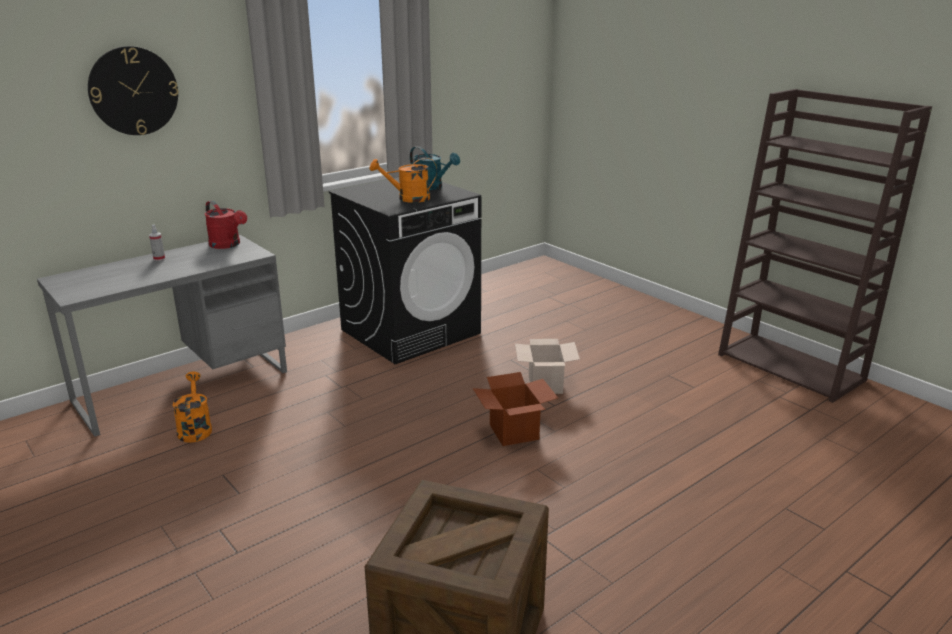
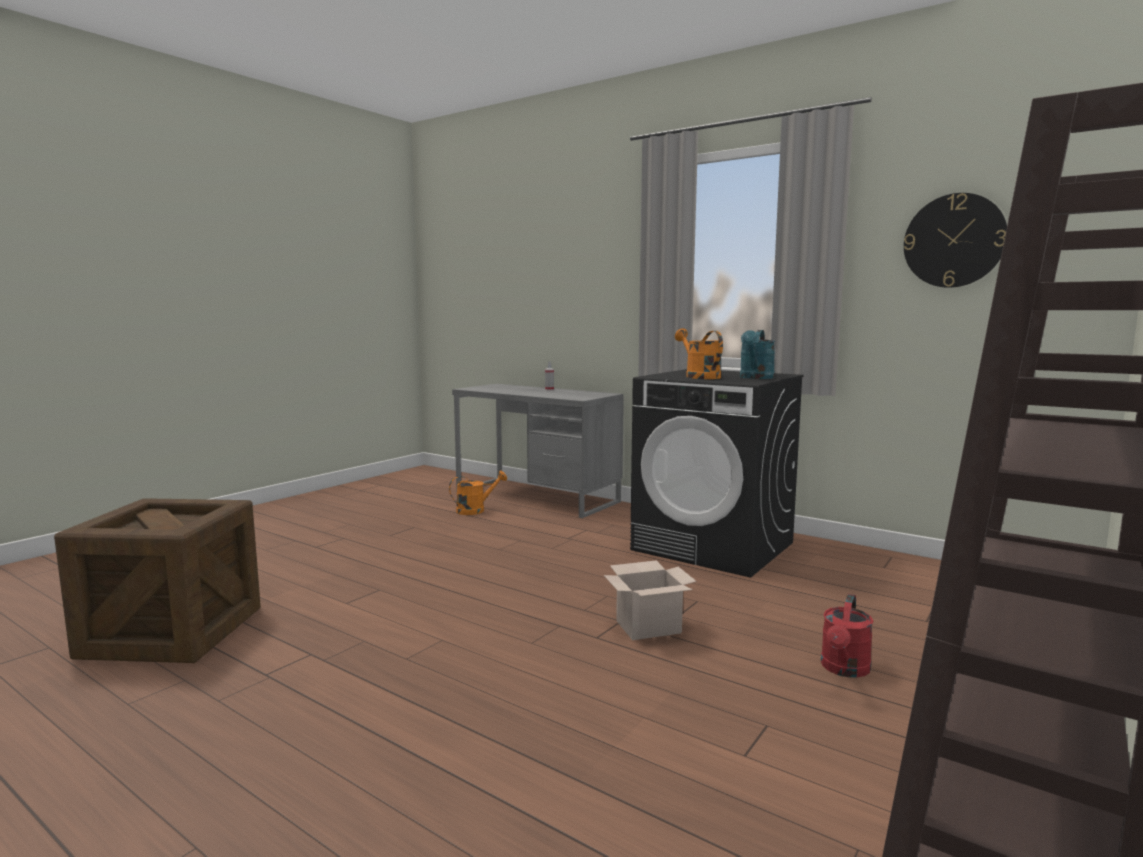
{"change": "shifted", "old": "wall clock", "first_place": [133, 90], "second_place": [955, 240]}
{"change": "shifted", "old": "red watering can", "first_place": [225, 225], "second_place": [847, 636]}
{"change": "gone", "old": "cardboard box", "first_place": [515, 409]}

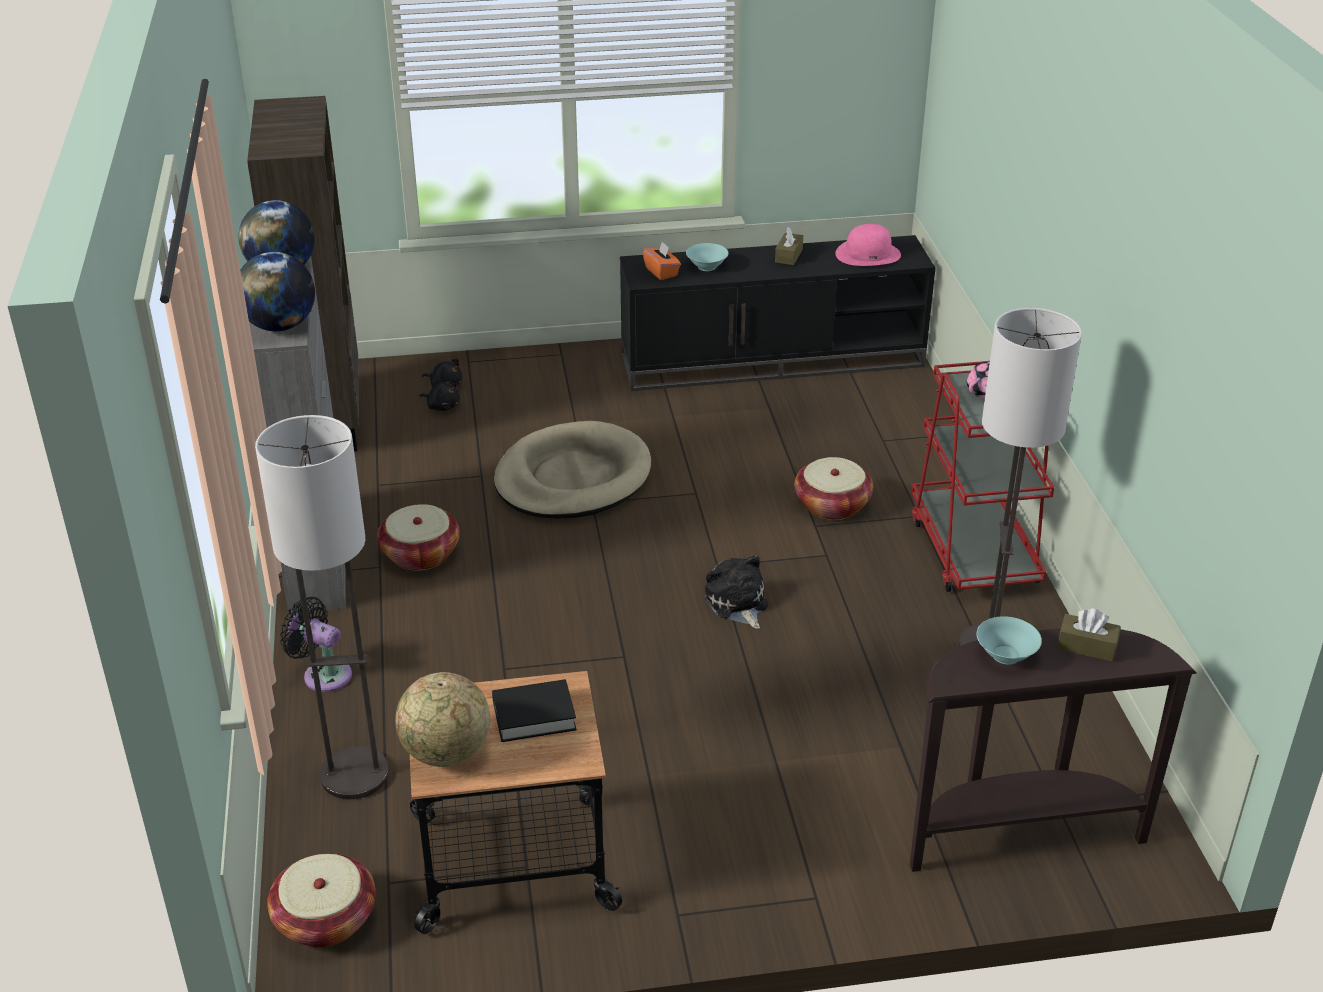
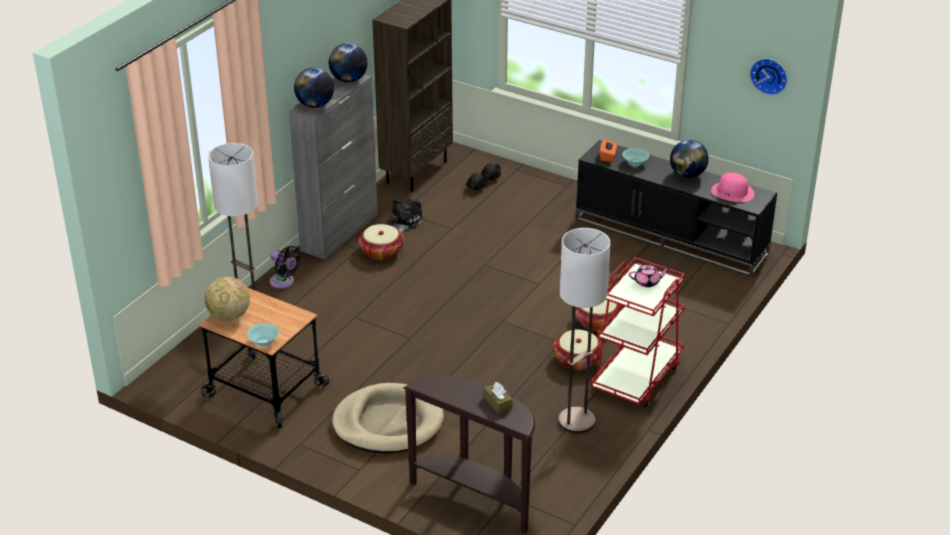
{"change": "swapped", "old": "brown tissue box", "new": "globe", "first_place": [789, 246], "second_place": [689, 159]}
{"change": "shifted", "old": "beige dog bed", "first_place": [572, 470], "second_place": [388, 418]}
{"change": "shifted", "old": "plush toy", "first_place": [736, 592], "second_place": [406, 215]}
{"change": "rotated", "old": "black fan", "first_place": [316, 644], "second_place": [285, 267], "degrees": 150}
{"change": "shifted", "old": "turquoise bowl", "first_place": [1009, 640], "second_place": [263, 335]}
{"change": "gone", "old": "black book", "first_place": [534, 710]}
{"change": "shifted", "old": "basket", "first_place": [321, 900], "second_place": [578, 349]}
{"change": "new", "new": "wall clock", "second_place": [769, 77]}

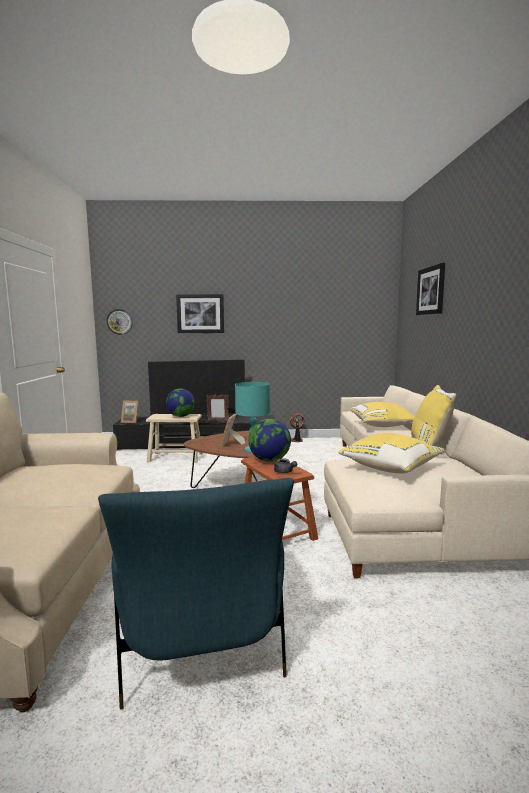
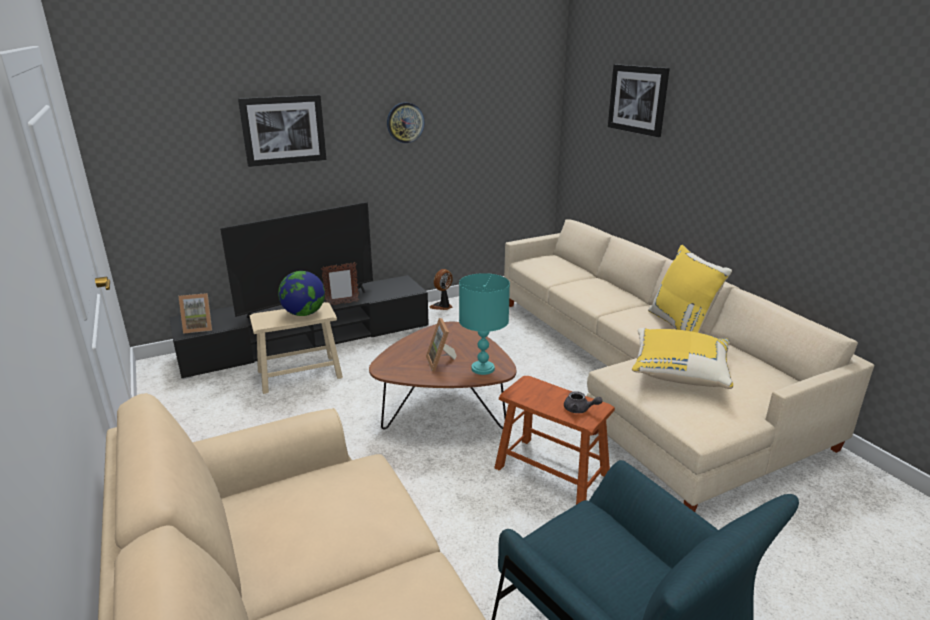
{"change": "shifted", "old": "wall clock", "first_place": [119, 322], "second_place": [406, 122]}
{"change": "gone", "old": "yellow pillow", "first_place": [383, 414]}
{"change": "gone", "old": "globe", "first_place": [269, 440]}

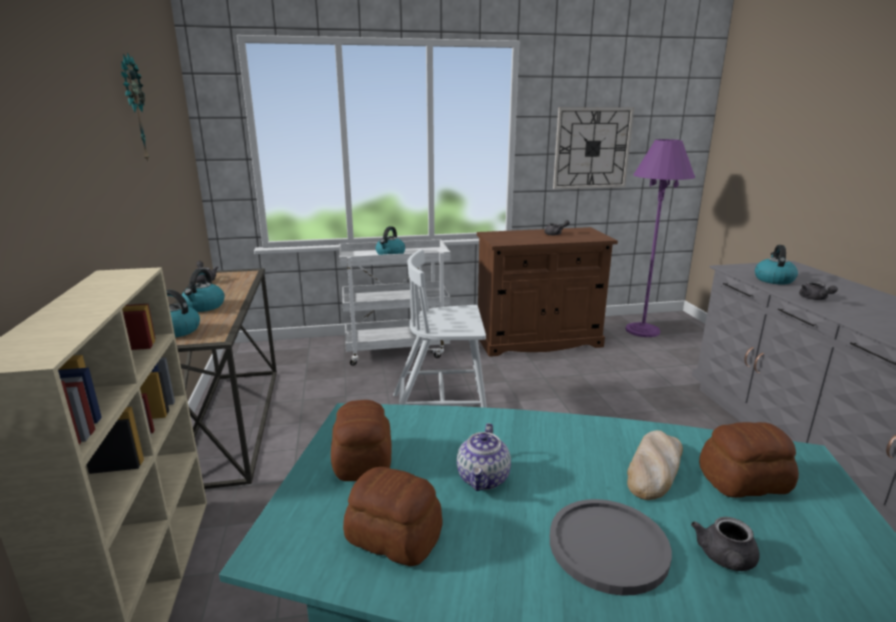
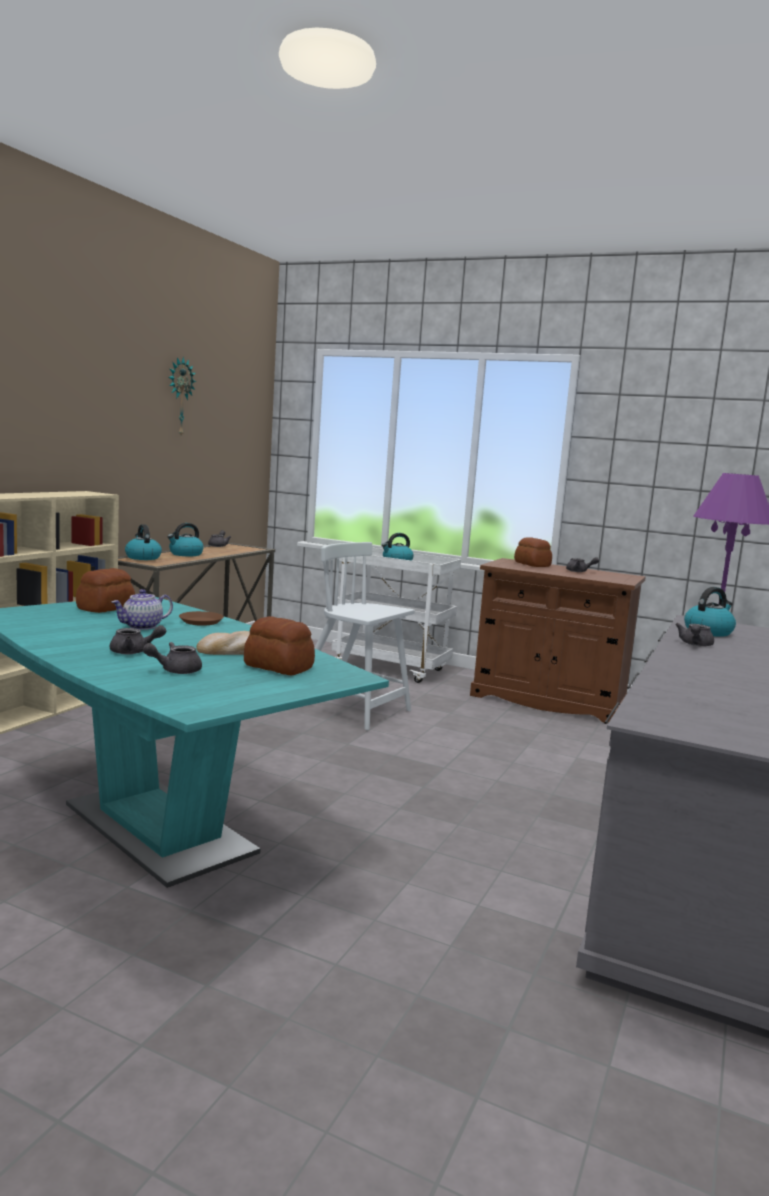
{"change": "gone", "old": "wall clock", "first_place": [593, 148]}
{"change": "shifted", "old": "bread", "first_place": [393, 516], "second_place": [533, 552]}
{"change": "swapped", "old": "grey plate", "new": "grey teapot", "first_place": [611, 547], "second_place": [137, 639]}
{"change": "new", "new": "brown plate", "second_place": [201, 618]}

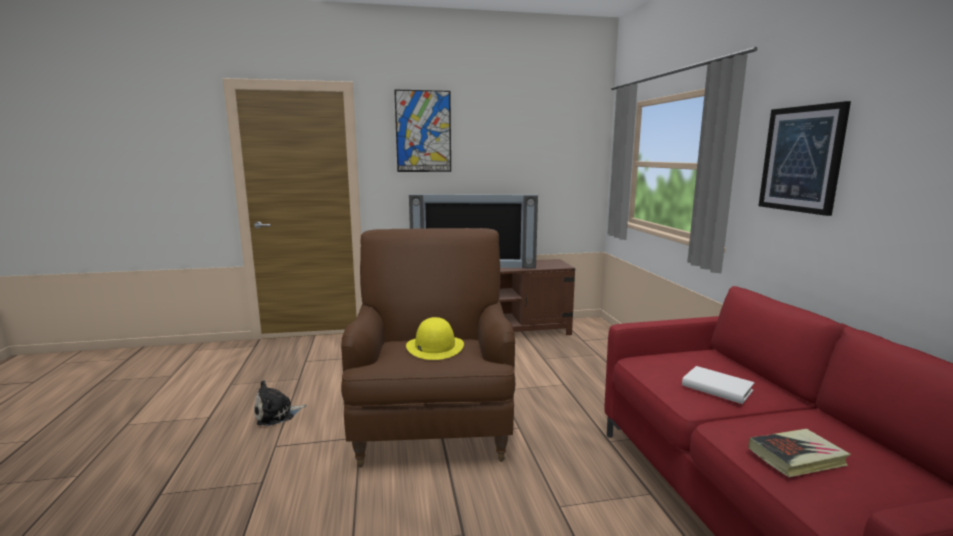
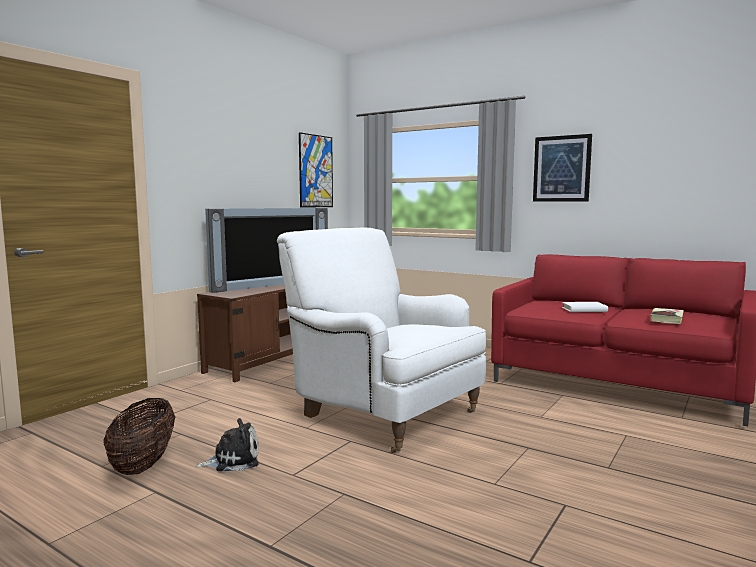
{"change": "shifted", "old": "picture", "first_place": [422, 130], "second_place": [316, 170]}
{"change": "repainted", "old": "brown armchair", "new": "white armchair", "first_place": [428, 347], "second_place": [382, 340]}
{"change": "gone", "old": "yellow hat", "first_place": [435, 338]}
{"change": "rotated", "old": "plush toy", "first_place": [280, 403], "second_place": [227, 444], "degrees": -120}
{"change": "new", "new": "basket", "second_place": [139, 436]}

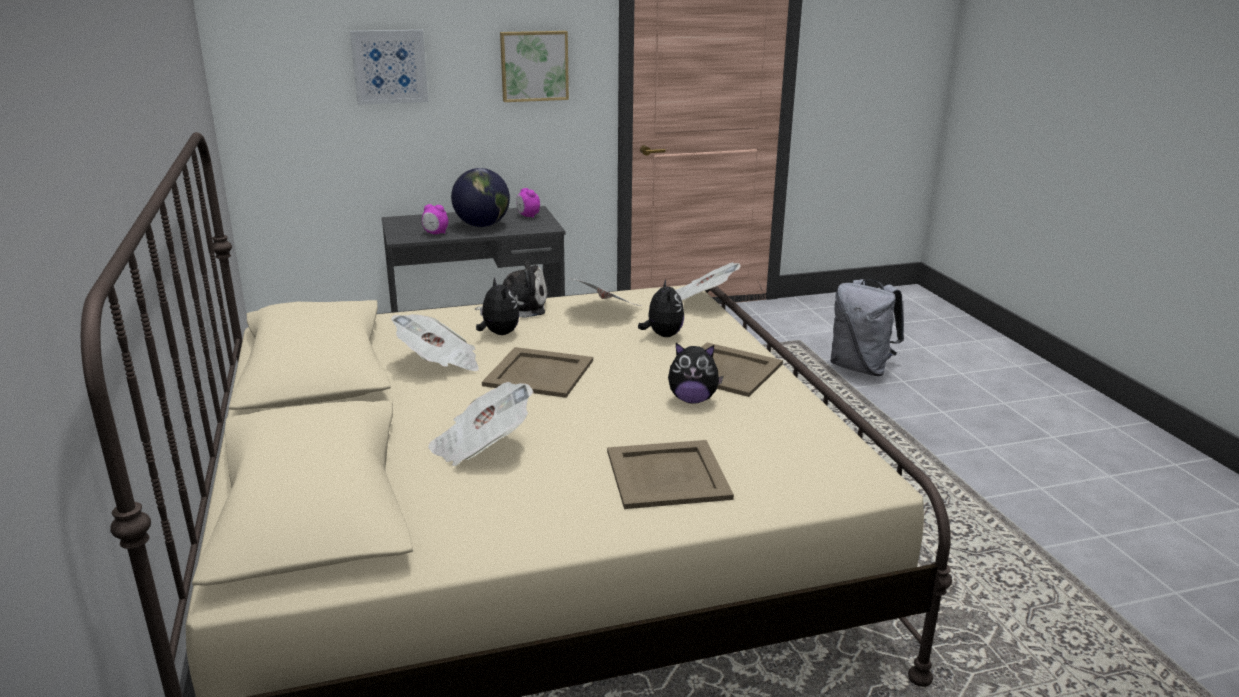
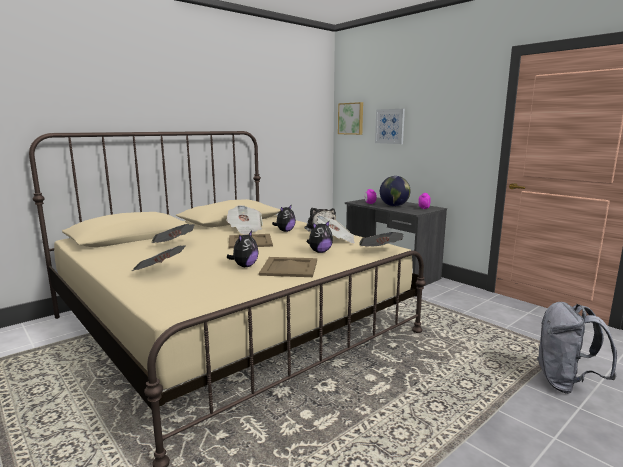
{"change": "shifted", "old": "picture", "first_place": [534, 66], "second_place": [350, 118]}
{"change": "rotated", "old": "plush toy", "first_place": [695, 373], "second_place": [242, 249], "degrees": -135}
{"change": "swapped", "old": "beige tray", "new": "newspaper", "first_place": [670, 474], "second_place": [159, 258]}

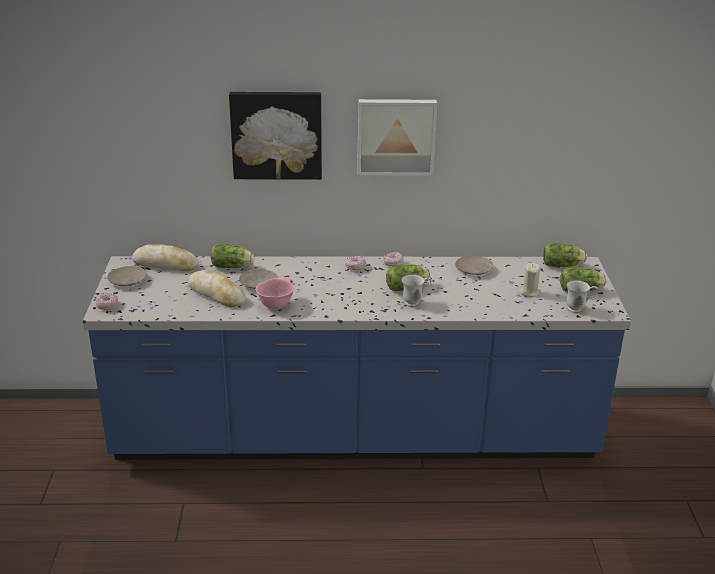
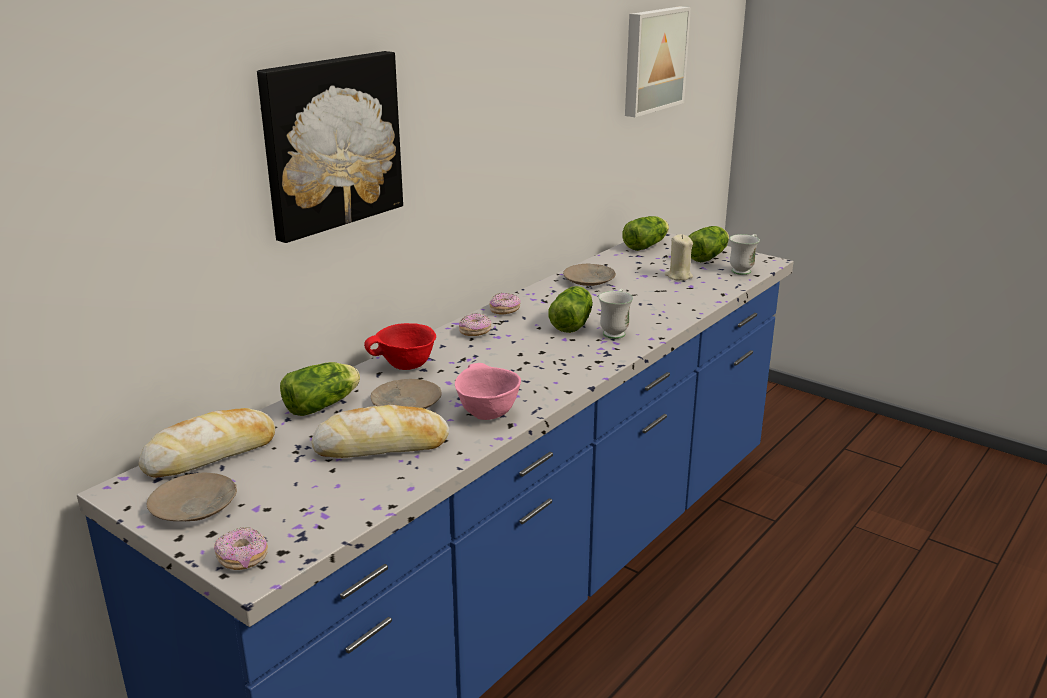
{"change": "shifted", "old": "picture", "first_place": [397, 137], "second_place": [658, 61]}
{"change": "new", "new": "red bowl", "second_place": [400, 346]}

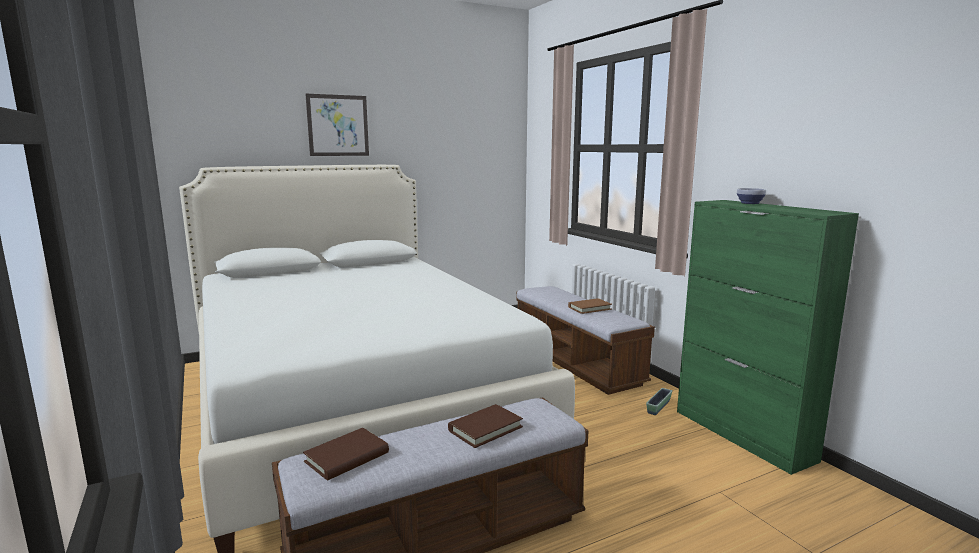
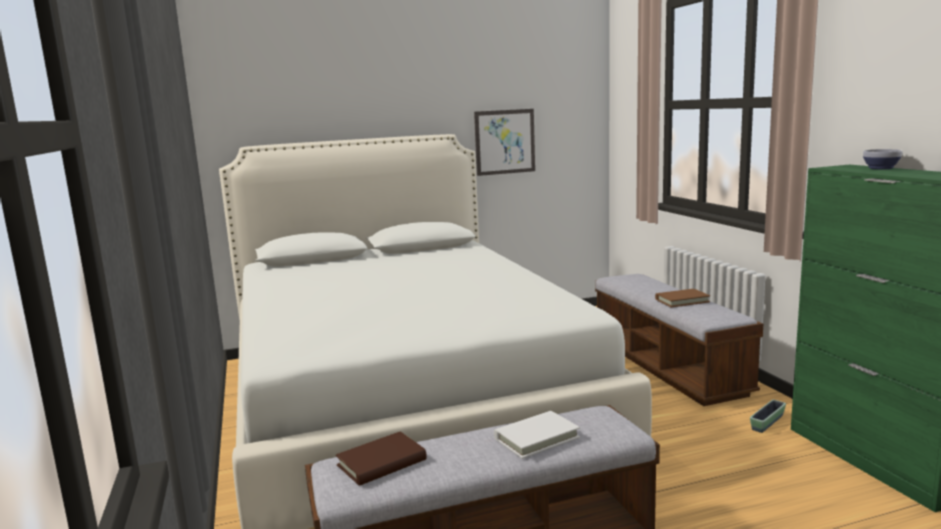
{"change": "shifted", "old": "picture", "first_place": [337, 125], "second_place": [504, 142]}
{"change": "repainted", "old": "brown book", "new": "white book", "first_place": [485, 426], "second_place": [537, 435]}

